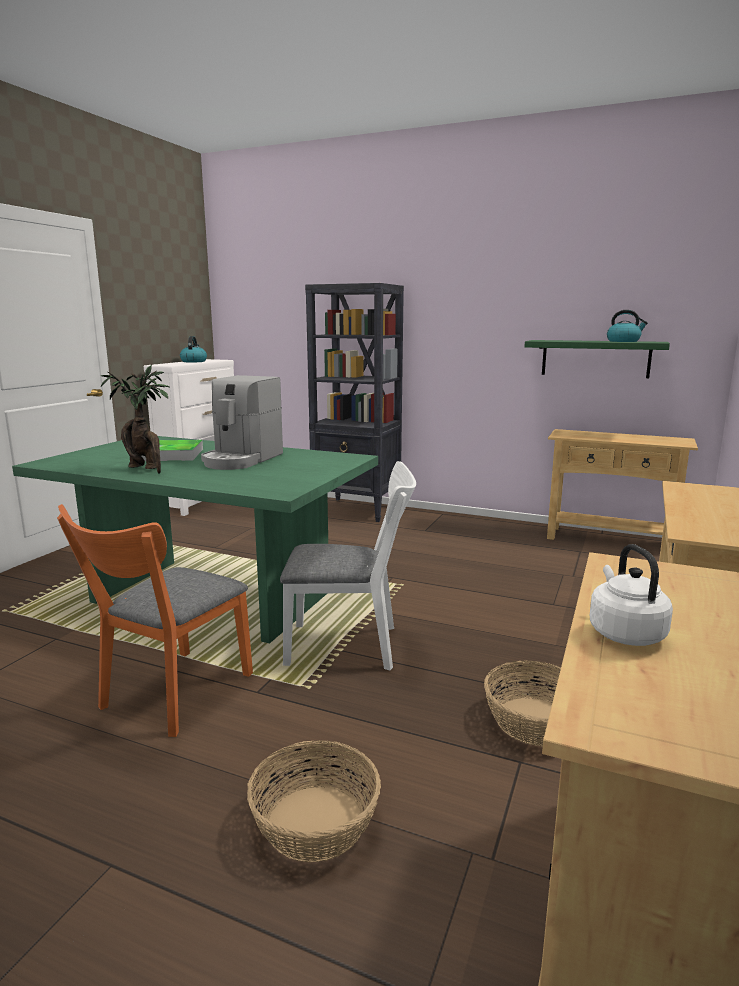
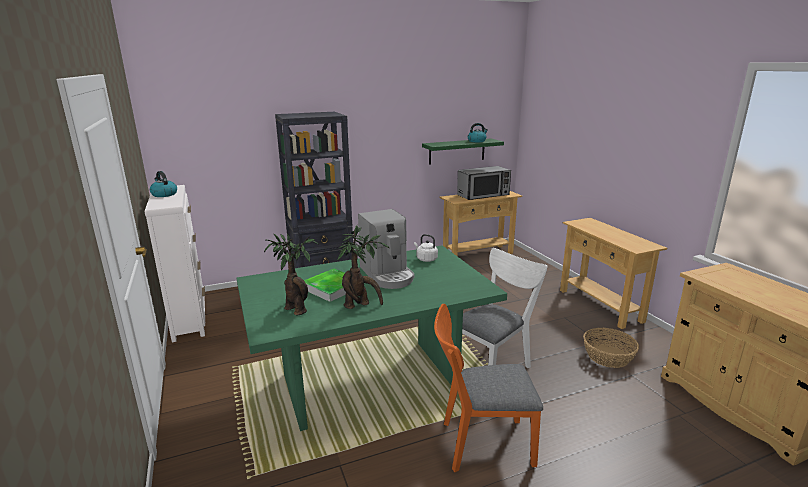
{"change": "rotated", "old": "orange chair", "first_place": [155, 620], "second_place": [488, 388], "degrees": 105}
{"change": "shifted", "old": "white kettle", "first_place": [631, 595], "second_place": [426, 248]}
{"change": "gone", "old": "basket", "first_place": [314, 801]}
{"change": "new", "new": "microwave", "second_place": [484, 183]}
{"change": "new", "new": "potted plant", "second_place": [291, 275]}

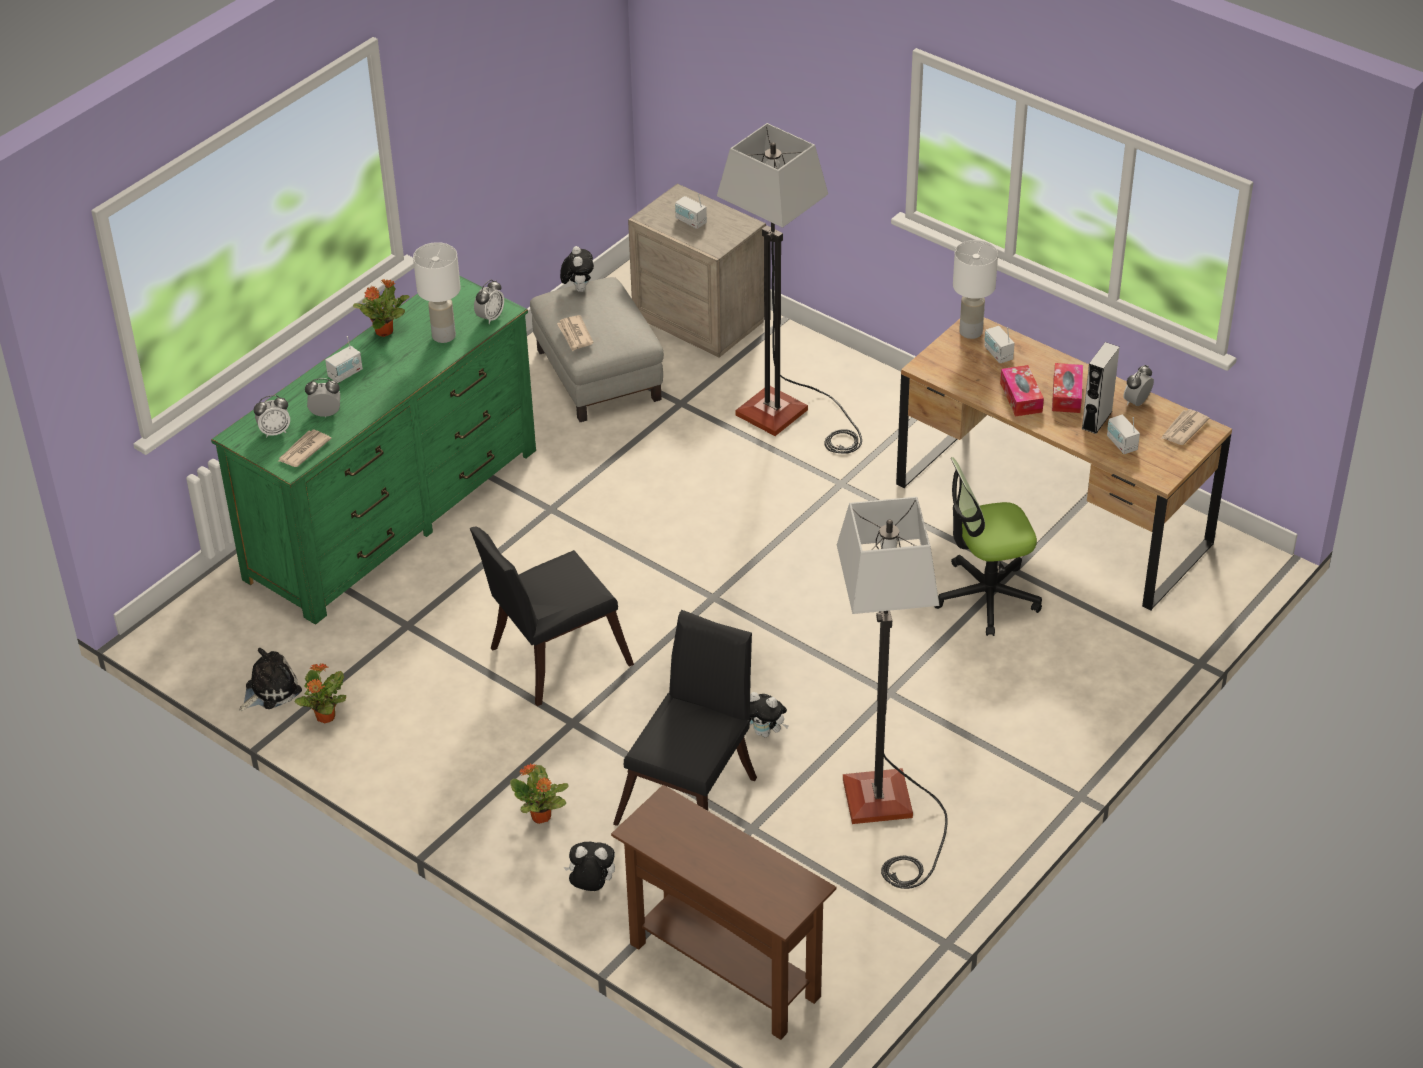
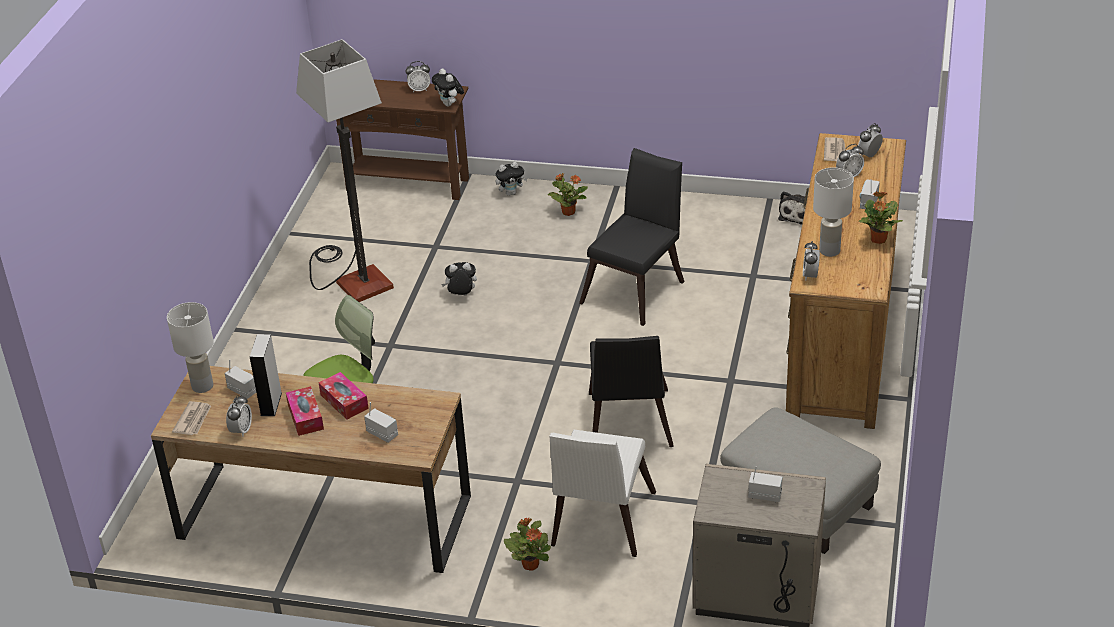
{"change": "swapped", "old": "floor lamp", "new": "white chair", "first_place": [789, 288], "second_place": [603, 493]}
{"change": "shifted", "old": "white table lamp", "first_place": [975, 289], "second_place": [190, 347]}
{"change": "shifted", "old": "plush toy", "first_place": [577, 269], "second_place": [448, 87]}
{"change": "repainted", "old": "green dresser", "new": "brown dresser", "first_place": [373, 450], "second_place": [846, 281]}
{"change": "gone", "old": "newspaper", "first_place": [575, 333]}
{"change": "shifted", "old": "black chair", "first_place": [685, 718], "second_place": [631, 391]}
{"change": "shifted", "old": "potted plant", "first_place": [320, 693], "second_place": [527, 544]}
{"change": "new", "new": "alarm clock", "second_place": [418, 77]}

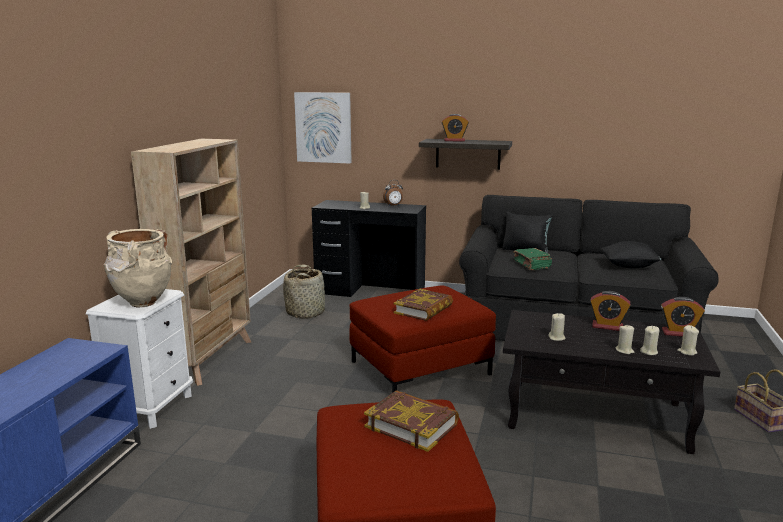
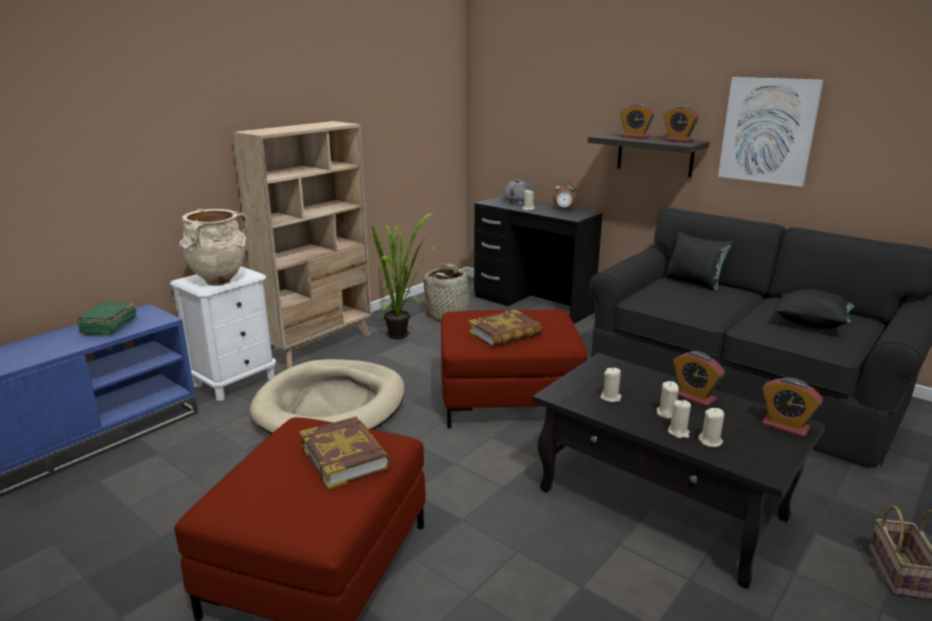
{"change": "shifted", "old": "picture", "first_place": [323, 128], "second_place": [770, 132]}
{"change": "shifted", "old": "green book", "first_place": [532, 259], "second_place": [106, 319]}
{"change": "shifted", "old": "beige candle", "first_place": [688, 340], "second_place": [667, 400]}
{"change": "new", "new": "alarm clock", "second_place": [681, 124]}
{"change": "new", "new": "grey teapot", "second_place": [517, 191]}
{"change": "new", "new": "potted plant", "second_place": [405, 275]}
{"change": "new", "new": "beige dog bed", "second_place": [327, 396]}

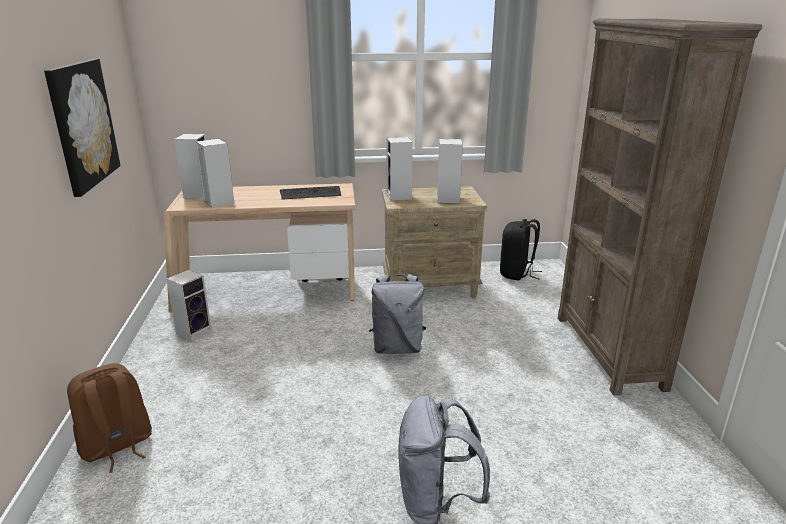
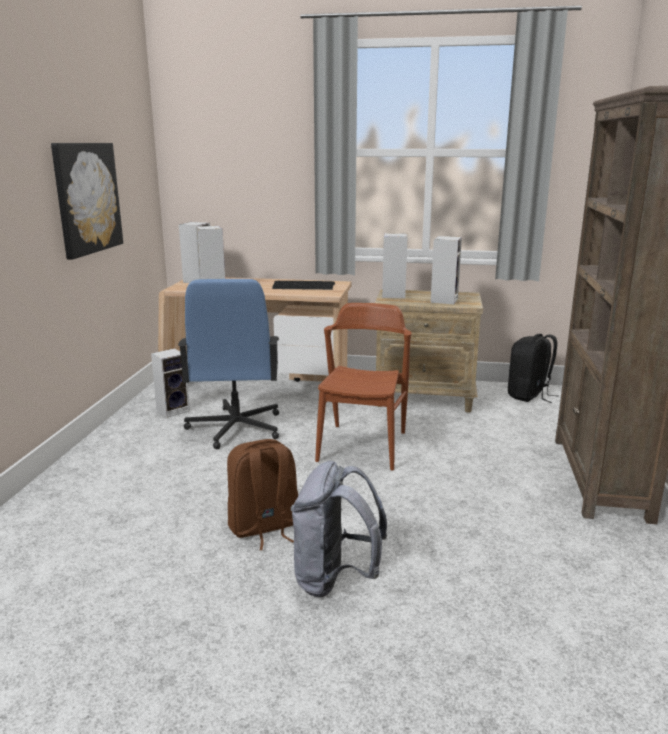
{"change": "swapped", "old": "grey backpack", "new": "brown chair", "first_place": [397, 314], "second_place": [363, 386]}
{"change": "shifted", "old": "brown backpack", "first_place": [109, 418], "second_place": [262, 494]}
{"change": "new", "new": "blue office chair", "second_place": [228, 364]}

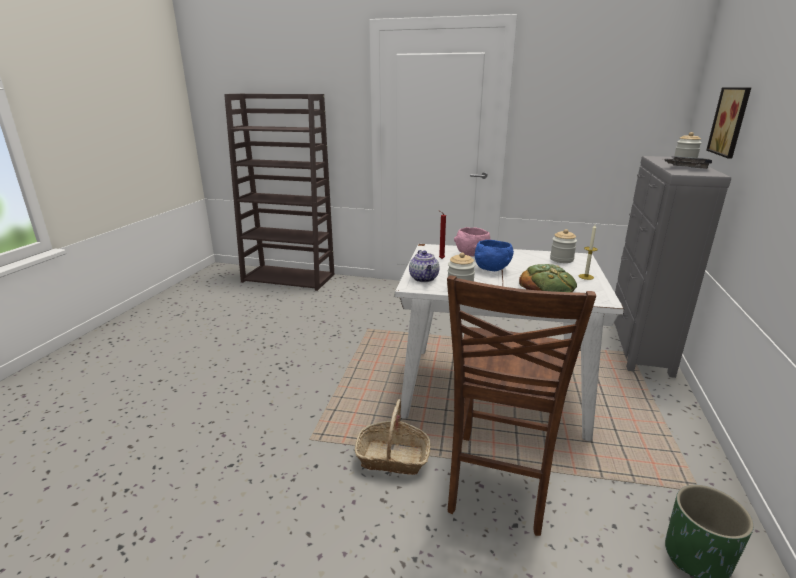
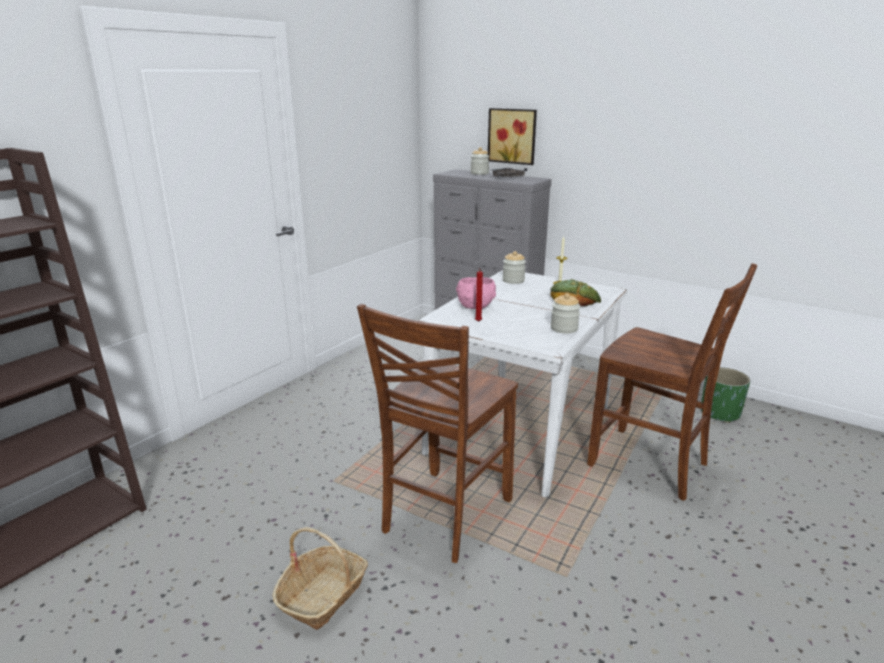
{"change": "gone", "old": "blue bowl", "first_place": [494, 255]}
{"change": "gone", "old": "teapot", "first_place": [424, 266]}
{"change": "shifted", "old": "basket", "first_place": [392, 437], "second_place": [320, 578]}
{"change": "new", "new": "brown chair", "second_place": [437, 433]}

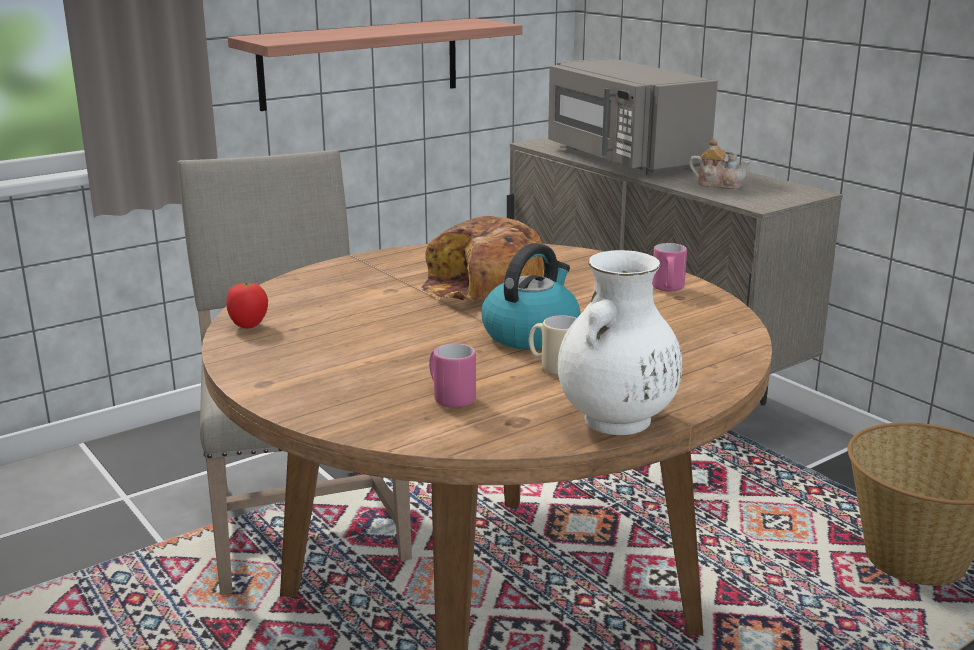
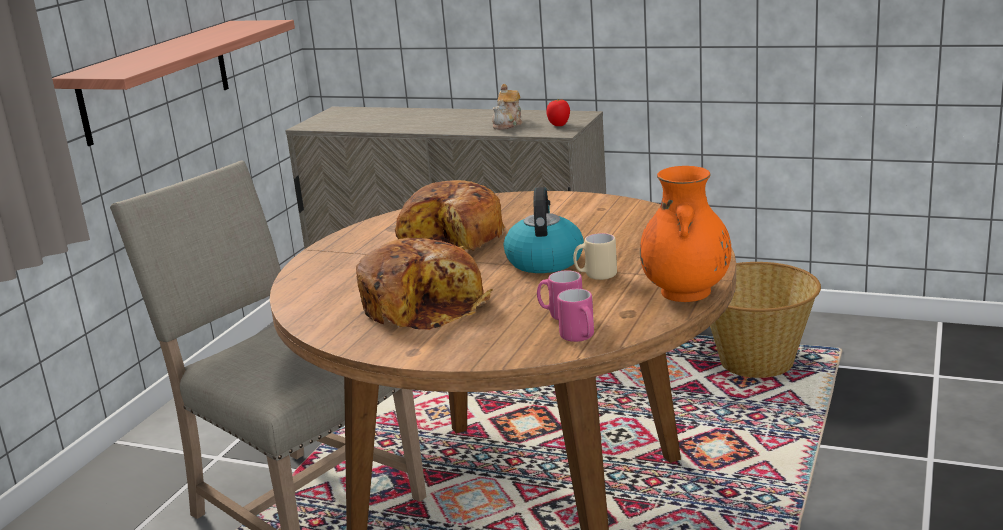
{"change": "gone", "old": "grey microwave", "first_place": [633, 116]}
{"change": "rotated", "old": "teapot", "first_place": [719, 163], "second_place": [507, 107], "degrees": 120}
{"change": "shifted", "old": "pink mug", "first_place": [669, 267], "second_place": [575, 315]}
{"change": "repainted", "old": "white vase", "new": "orange vase", "first_place": [620, 342], "second_place": [685, 234]}
{"change": "shifted", "old": "tomato", "first_place": [247, 305], "second_place": [558, 112]}
{"change": "new", "new": "bread", "second_place": [424, 284]}

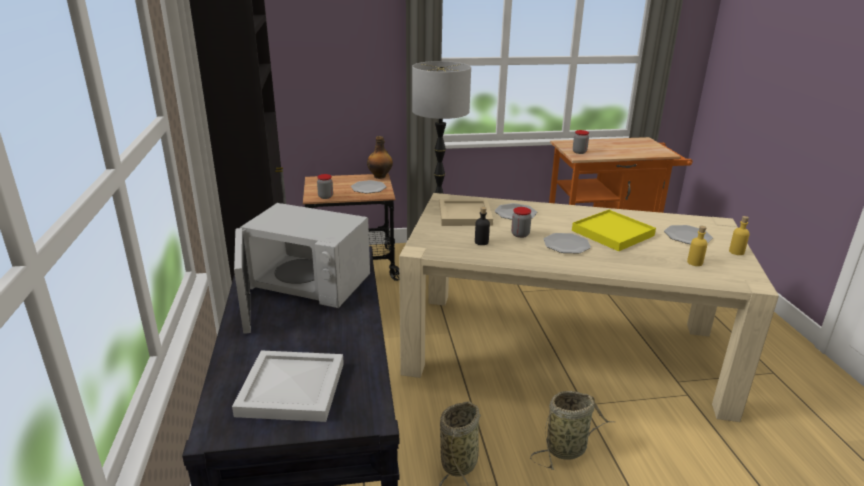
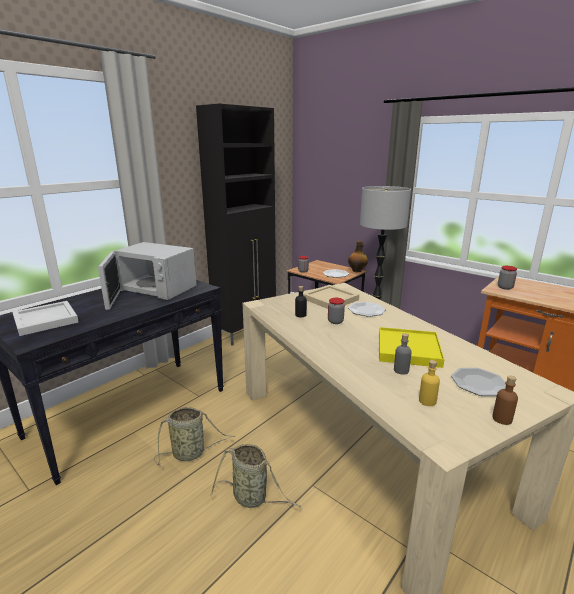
{"change": "rotated", "old": "white microwave", "first_place": [302, 268], "second_place": [147, 276], "degrees": -45}
{"change": "repainted", "old": "yellow bottle", "new": "brown bottle", "first_place": [739, 235], "second_place": [505, 400]}
{"change": "gone", "old": "plate", "first_place": [567, 243]}
{"change": "new", "new": "grey bottle", "second_place": [402, 354]}

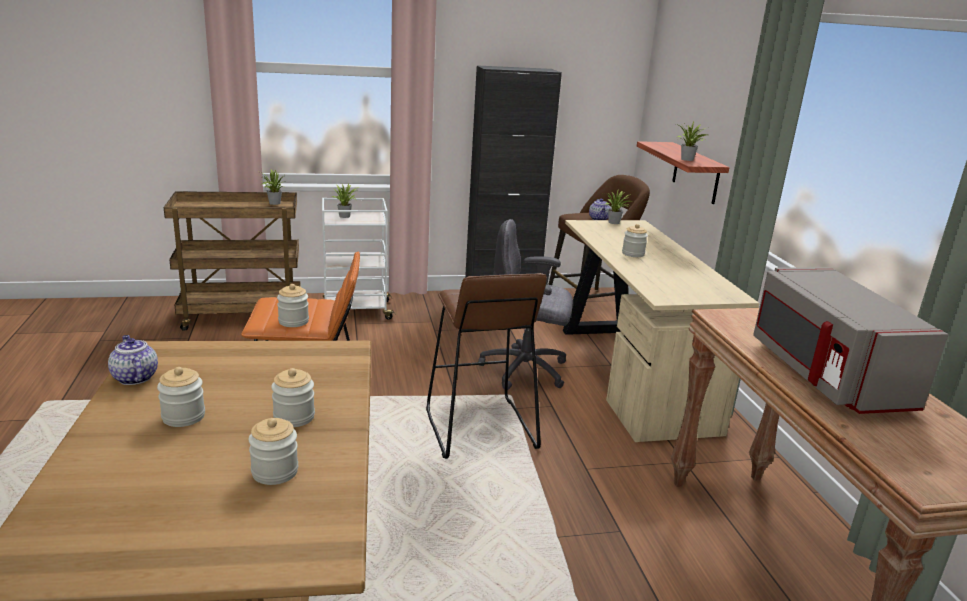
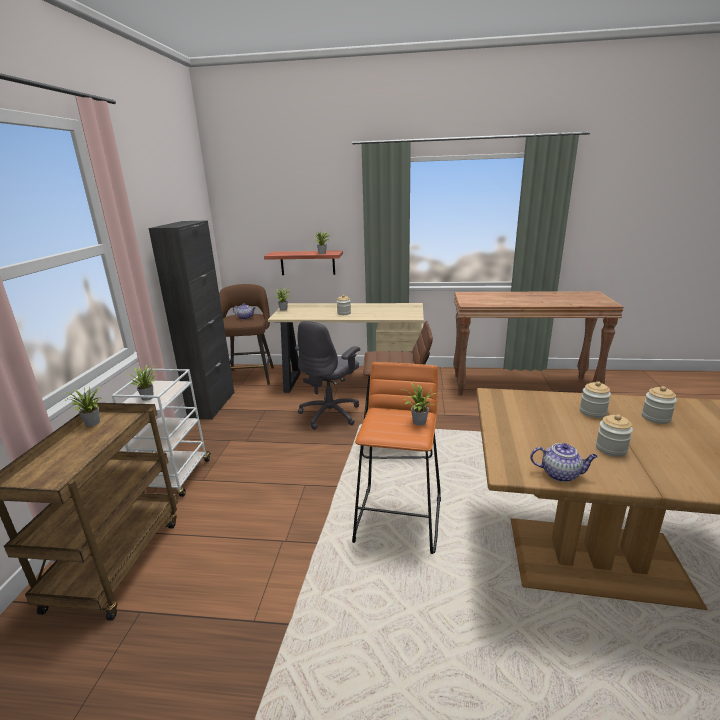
{"change": "gone", "old": "grey microwave", "first_place": [850, 340]}
{"change": "swapped", "old": "jar", "new": "potted plant", "first_place": [293, 305], "second_place": [419, 404]}
{"change": "rotated", "old": "teapot", "first_place": [133, 360], "second_place": [564, 462], "degrees": -150}

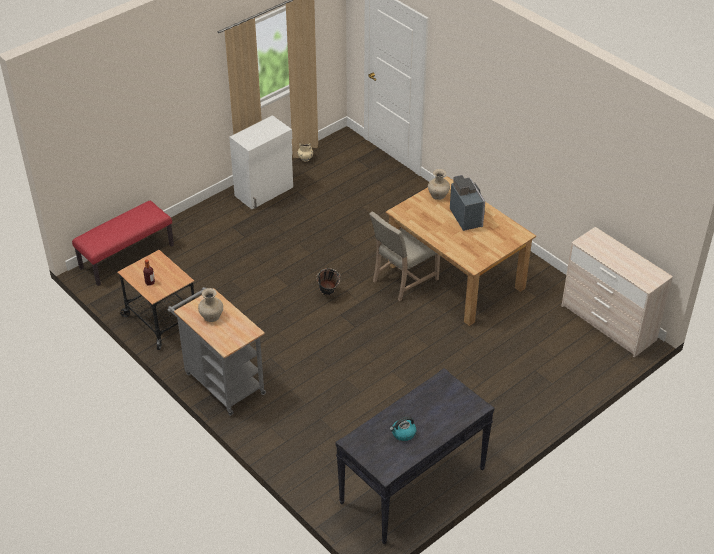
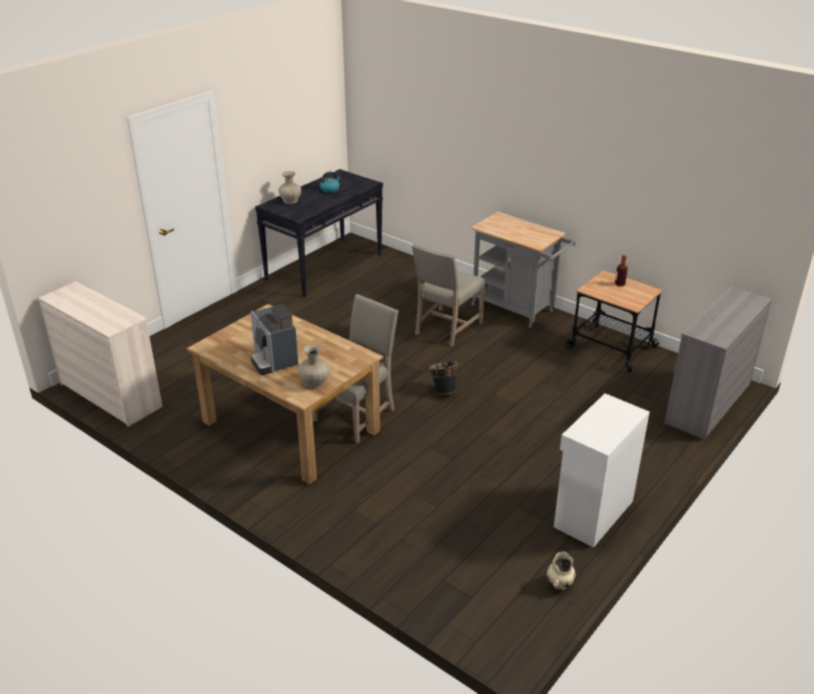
{"change": "swapped", "old": "red bench", "new": "grey dresser", "first_place": [123, 243], "second_place": [718, 363]}
{"change": "shifted", "old": "beige vase", "first_place": [210, 305], "second_place": [289, 187]}
{"change": "new", "new": "beige chair", "second_place": [449, 295]}

